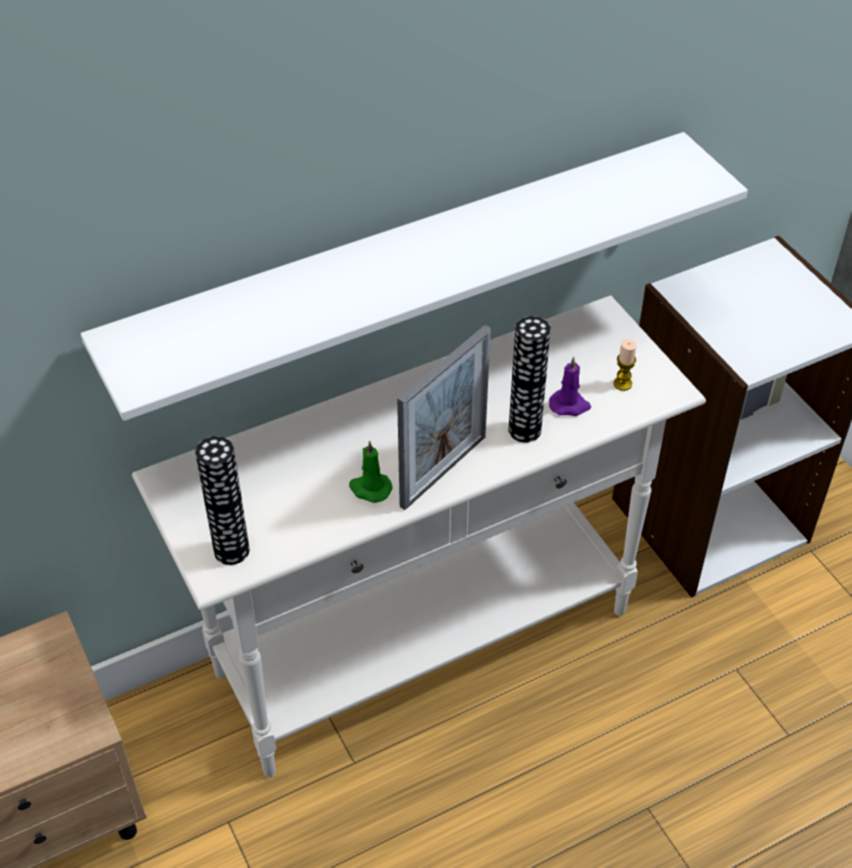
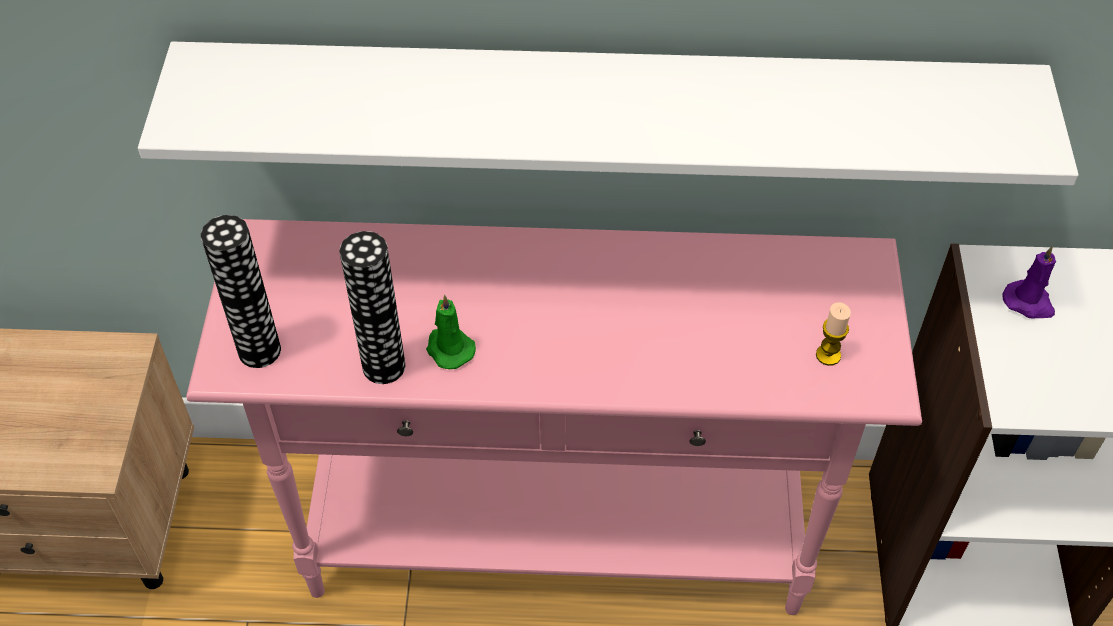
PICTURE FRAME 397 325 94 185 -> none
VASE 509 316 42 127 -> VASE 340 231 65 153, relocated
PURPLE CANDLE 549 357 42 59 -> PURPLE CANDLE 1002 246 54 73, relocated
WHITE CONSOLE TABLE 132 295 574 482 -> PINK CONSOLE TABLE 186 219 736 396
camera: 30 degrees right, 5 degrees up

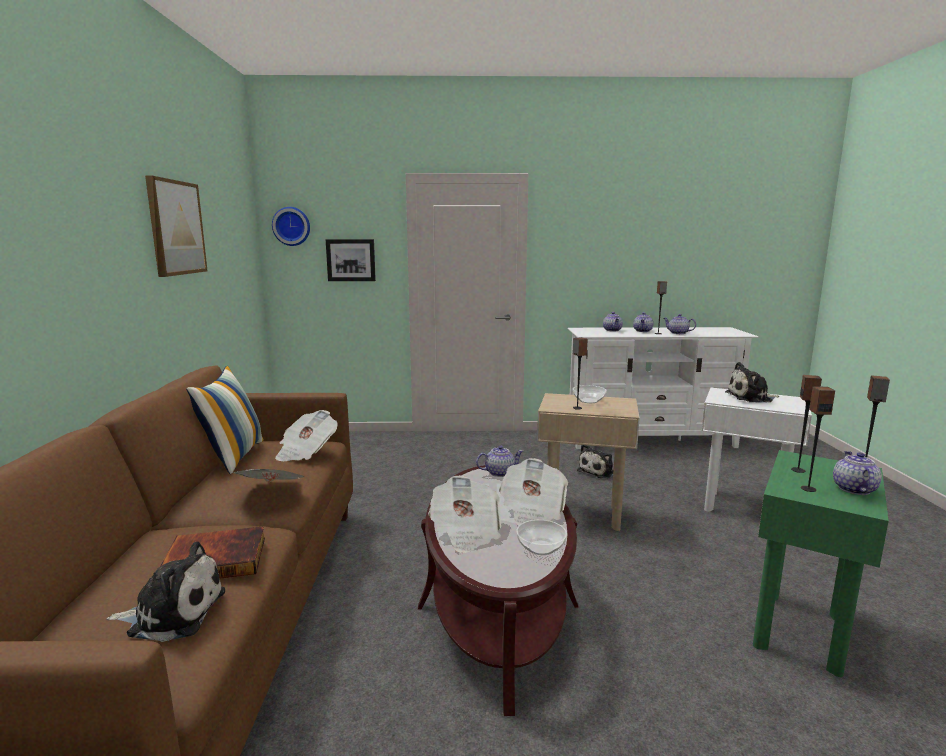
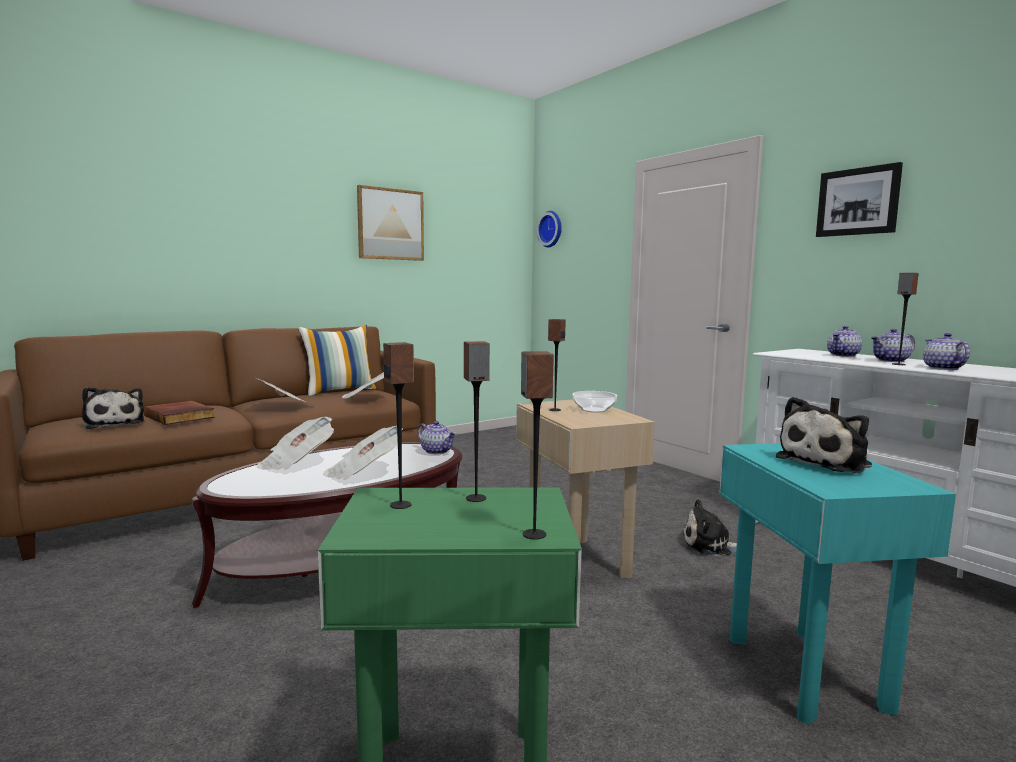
BOWL 516 520 51 35 -> none
TEAPOT 833 451 49 44 -> none
PICTURE 326 239 50 42 -> PICTURE 816 162 87 75, relocated
WHITE SIDE TABLE 702 388 110 124 -> TURQUOISE SIDE TABLE 719 443 237 280
PLUSH TOY 725 362 54 40 -> PLUSH TOY 776 397 96 76, 90 degrees counterclockwise
camera: 55 degrees right, 5 degrees down

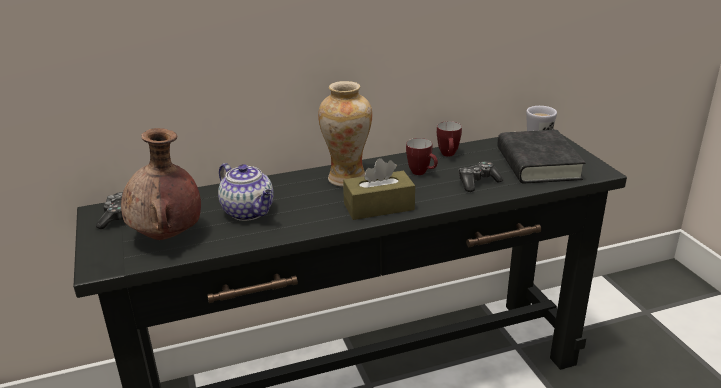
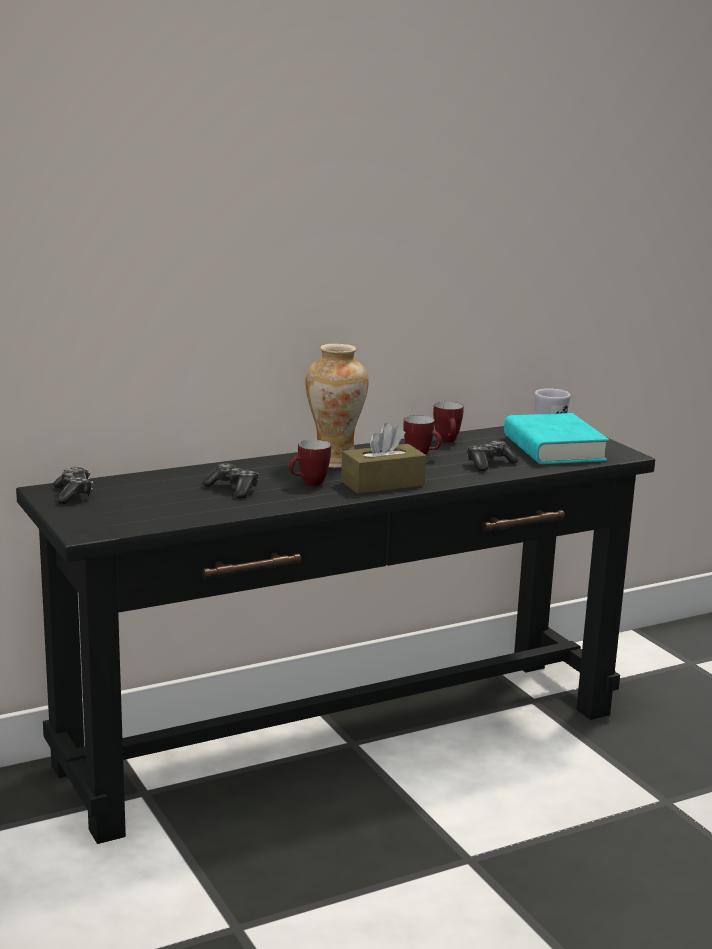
BROWN VASE 121 128 80 112 -> none
none -> MUG 289 440 42 46
TEAPOT 218 163 56 58 -> GAME CONTROLLER 202 463 57 35
BLACK BOOK 498 130 87 53 -> TURQUOISE BOOK 504 413 105 51
camera: 10 degrees left, 10 degrees down

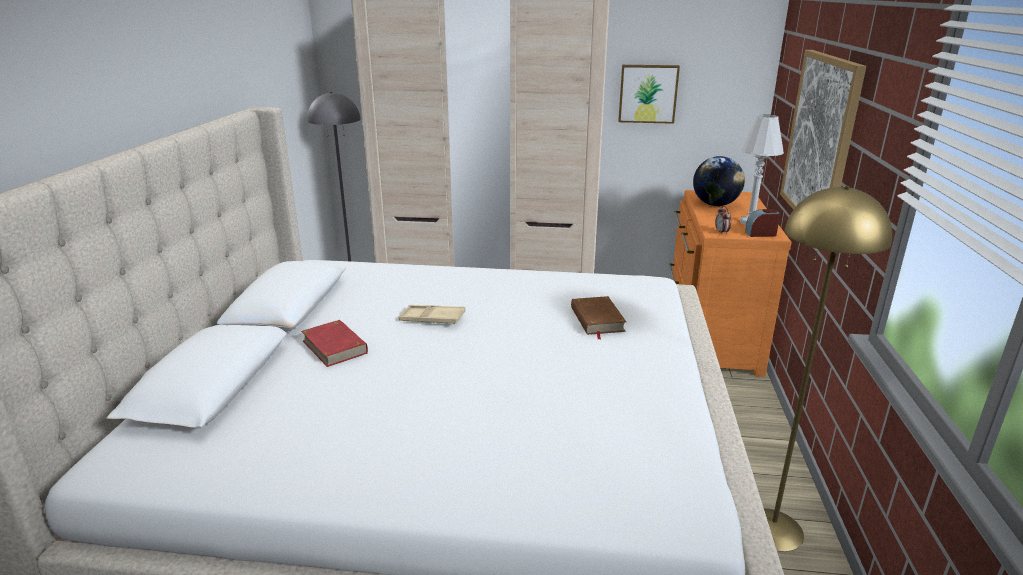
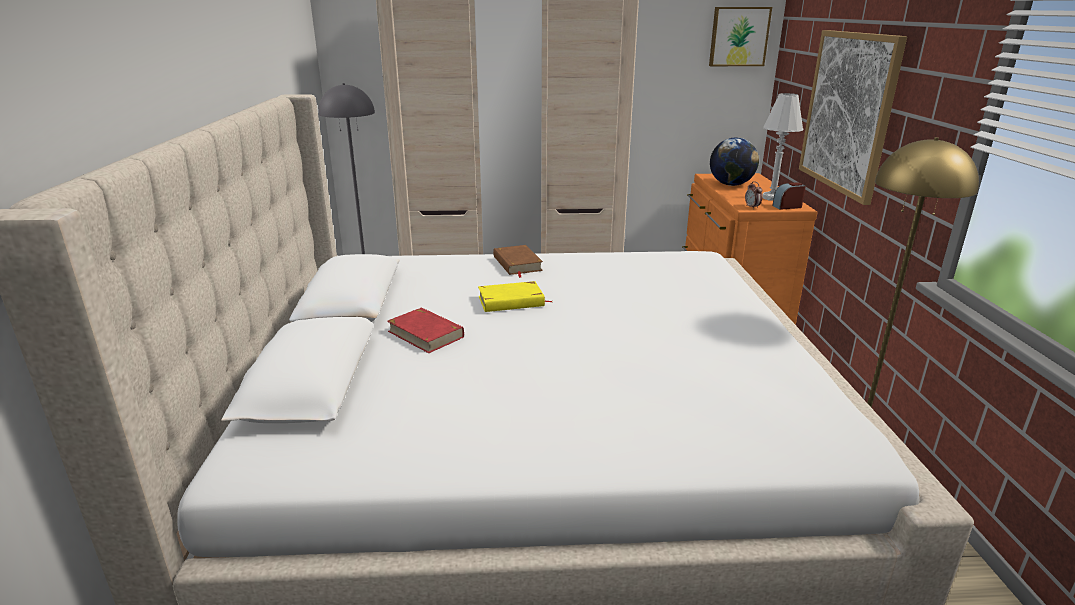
BROWN BOOK 571 296 55 43 -> BROWN BOOK 493 245 50 33, relocated
PICTURE 618 65 62 59 -> PICTURE 709 7 63 59, relocated
BEIGE TRAY 399 305 67 19 -> YELLOW BOOK 478 281 74 31
camera: 10 degrees left, 0 degrees up

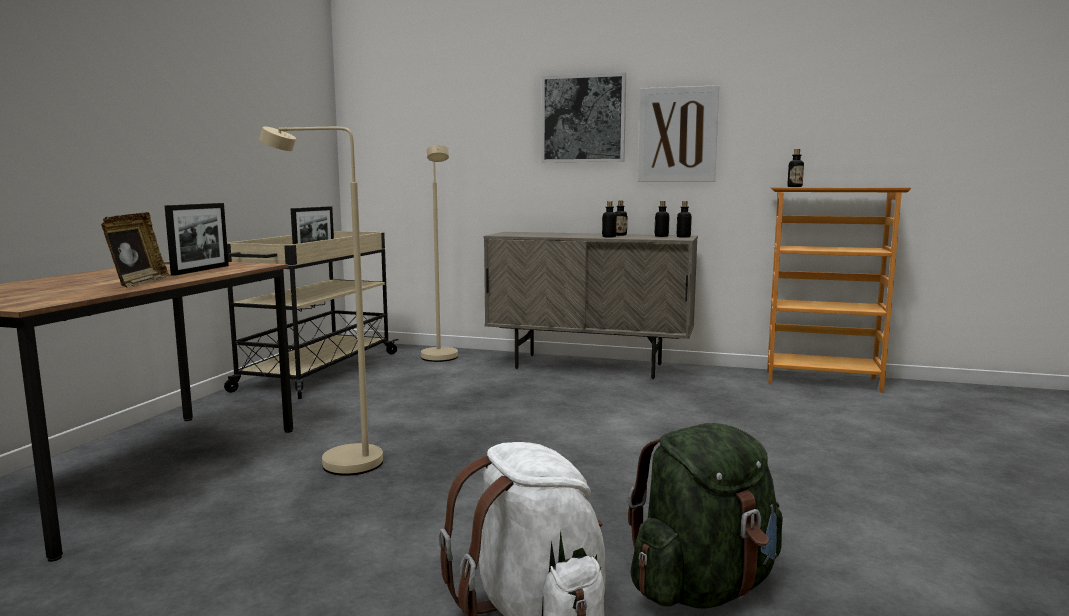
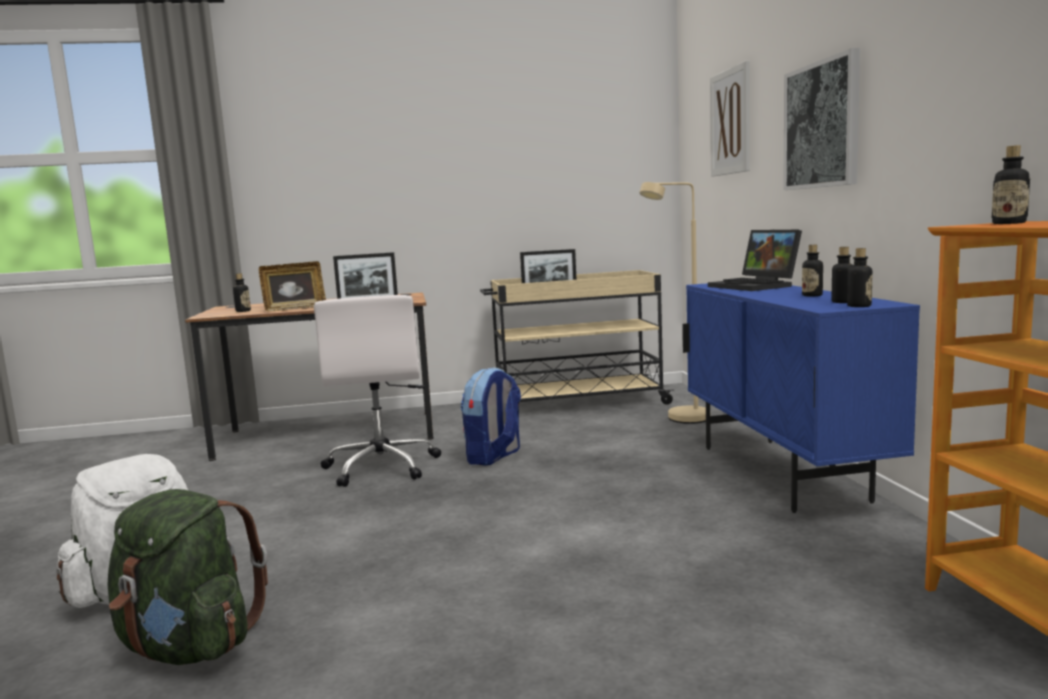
none -> BACKPACK 460 367 61 99
none -> LAPTOP 708 229 94 62
BOTTLE 602 201 15 37 -> BOTTLE 233 273 18 39, relocated
PICTURE 638 85 81 97 -> PICTURE 710 60 40 117, relocated
BEIGE FLOOR LAMP 259 126 124 350 -> WHITE OFFICE CHAIR 314 295 127 192
BEIGE CABINET 484 232 214 147 -> BLUE CABINET 683 283 237 230
camera: 65 degrees right, 0 degrees up

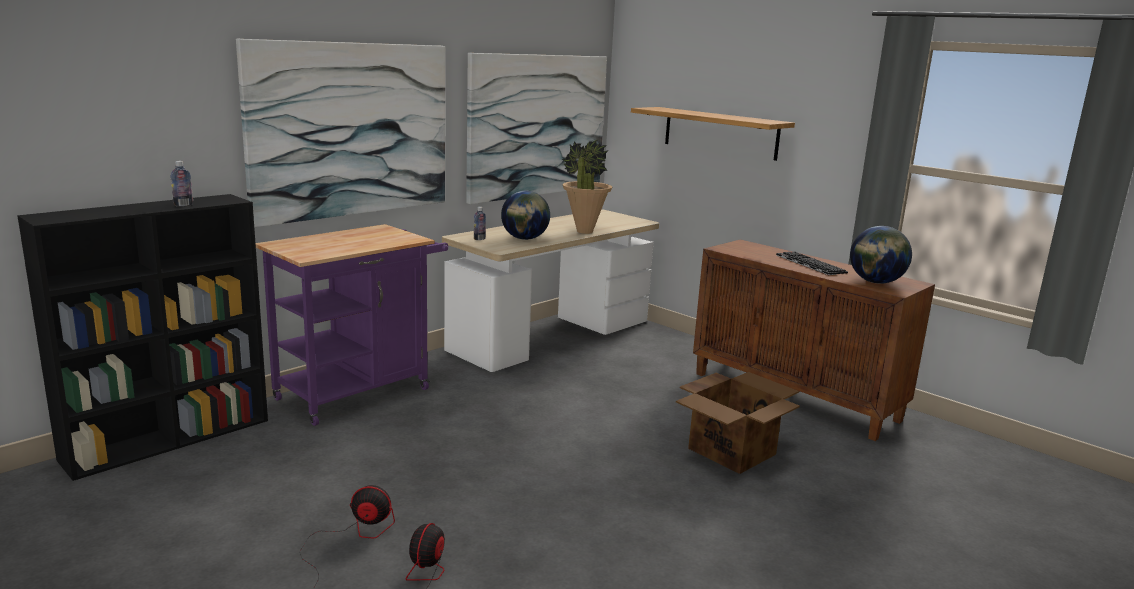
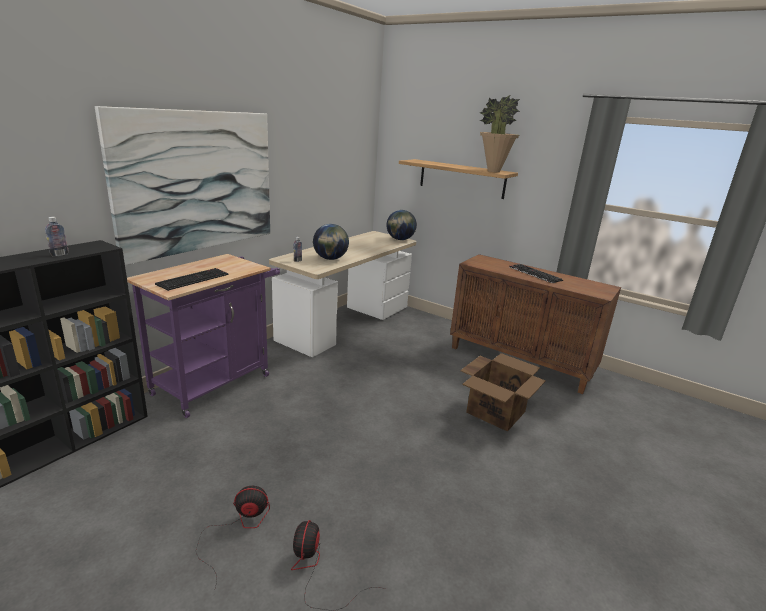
PICTURE 466 53 141 151 -> none
none -> KEYBOARD 155 268 74 23
POTTED PLANT 562 139 50 95 -> POTTED PLANT 480 95 40 77, relocated
GLOBE 850 226 62 58 -> GLOBE 387 210 30 30, relocated
camera: 10 degrees left, 5 degrees up

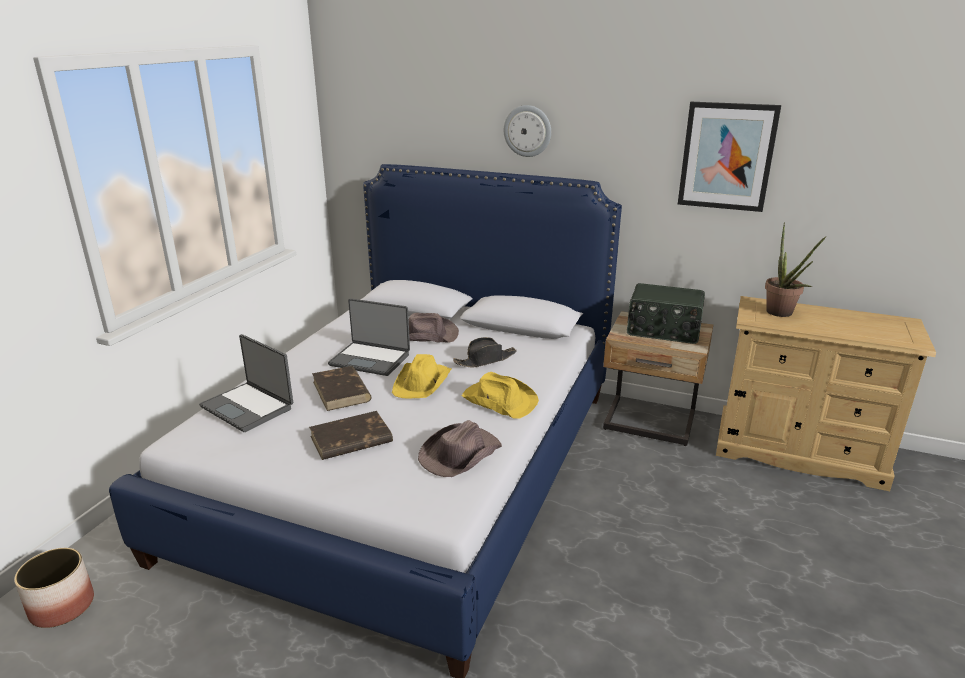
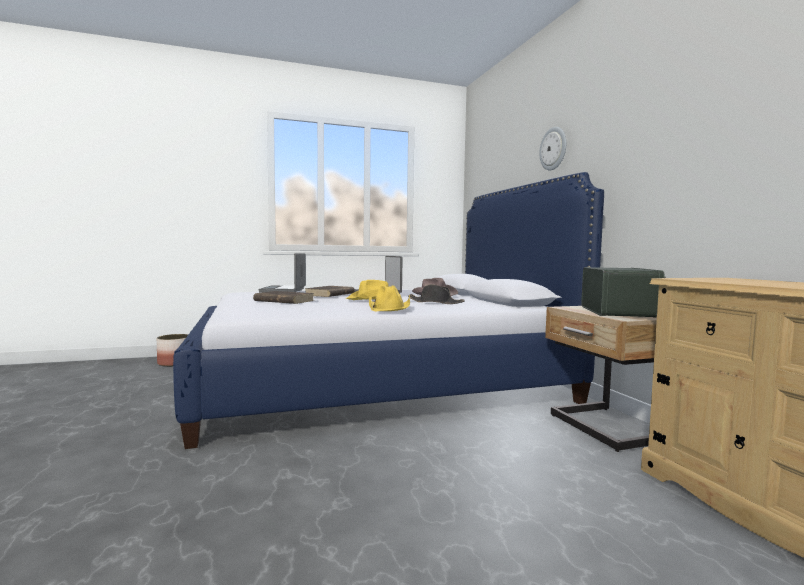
BROWN HAT 418 420 84 57 -> none
PICTURE 678 102 103 110 -> none
POTTED PLANT 765 222 61 95 -> none
RADIO 627 283 78 61 -> RADIO 581 267 85 51, 150 degrees counterclockwise
camera: 50 degrees right, 20 degrees down

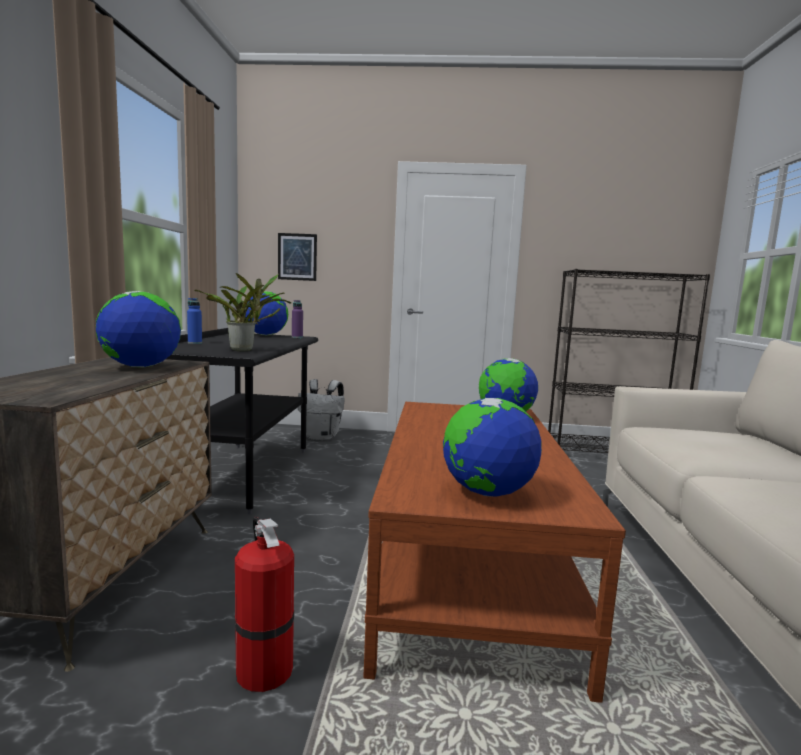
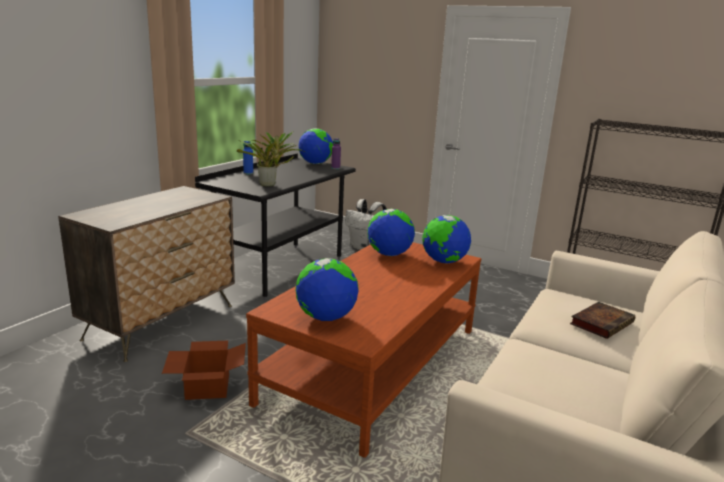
PICTURE 278 233 39 48 -> none
none -> BOOK 570 302 65 37
GLOBE 96 291 85 77 -> GLOBE 367 209 48 47, relocated
FIRE EXTINGUISHER 235 517 59 175 -> CARDBOARD BOX 162 341 84 59
camera: 25 degrees right, 10 degrees up

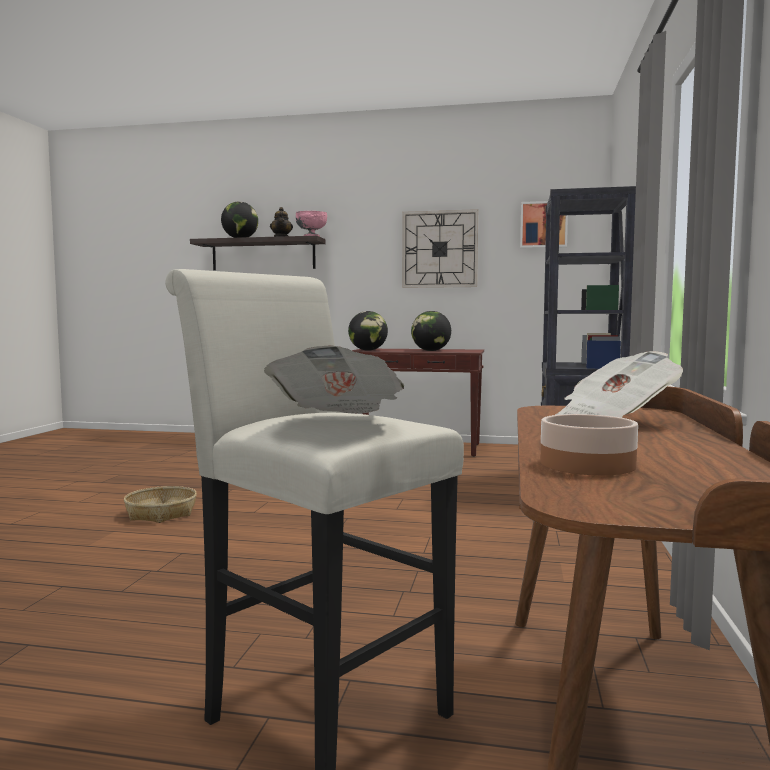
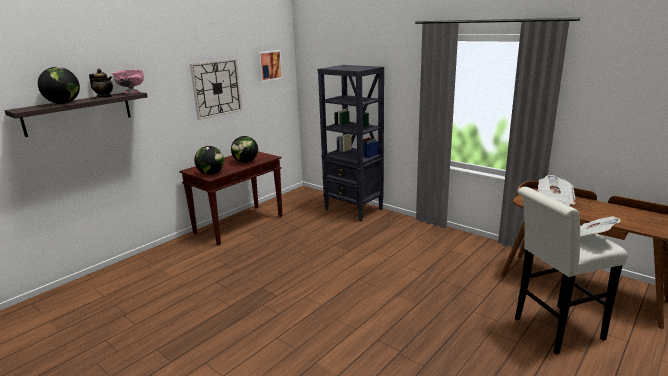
BASKET 124 486 73 37 -> none
BOWL 540 414 98 61 -> none
camera: 60 degrees left, 15 degrees up

